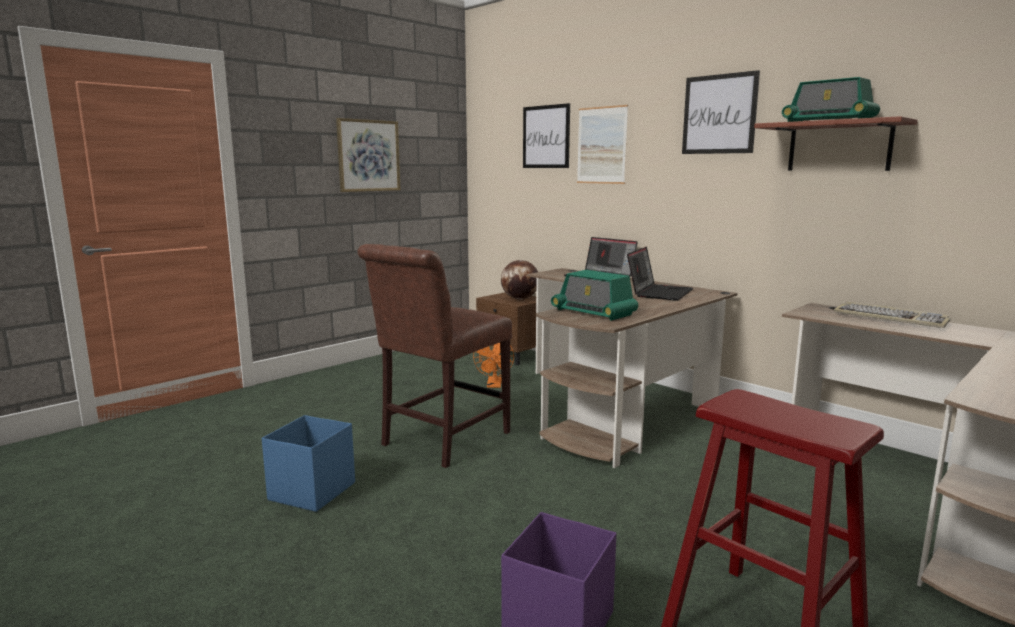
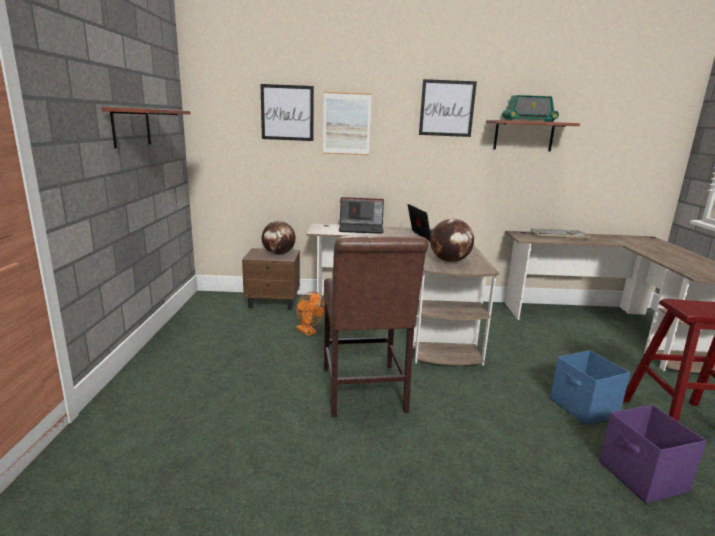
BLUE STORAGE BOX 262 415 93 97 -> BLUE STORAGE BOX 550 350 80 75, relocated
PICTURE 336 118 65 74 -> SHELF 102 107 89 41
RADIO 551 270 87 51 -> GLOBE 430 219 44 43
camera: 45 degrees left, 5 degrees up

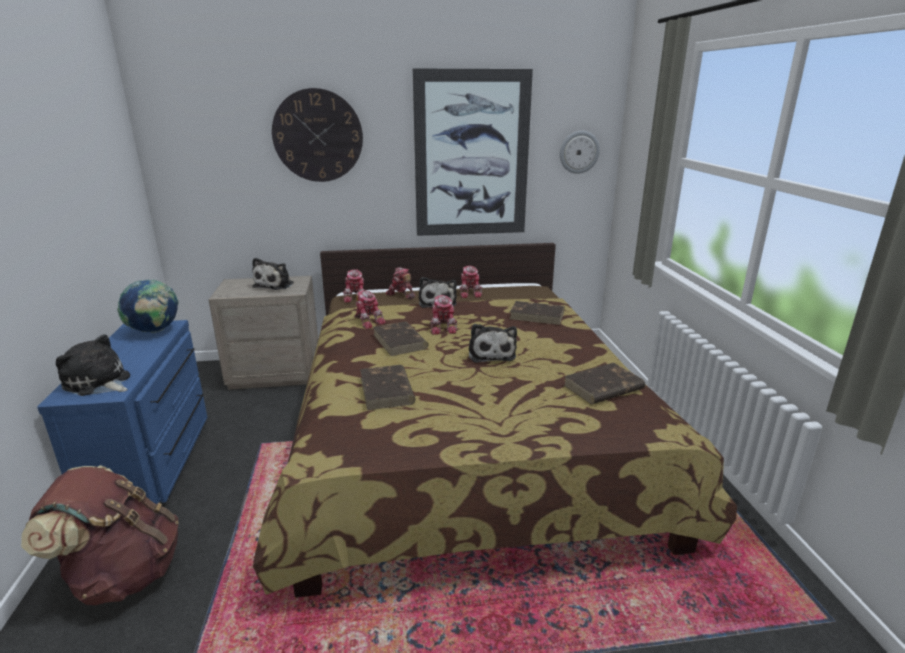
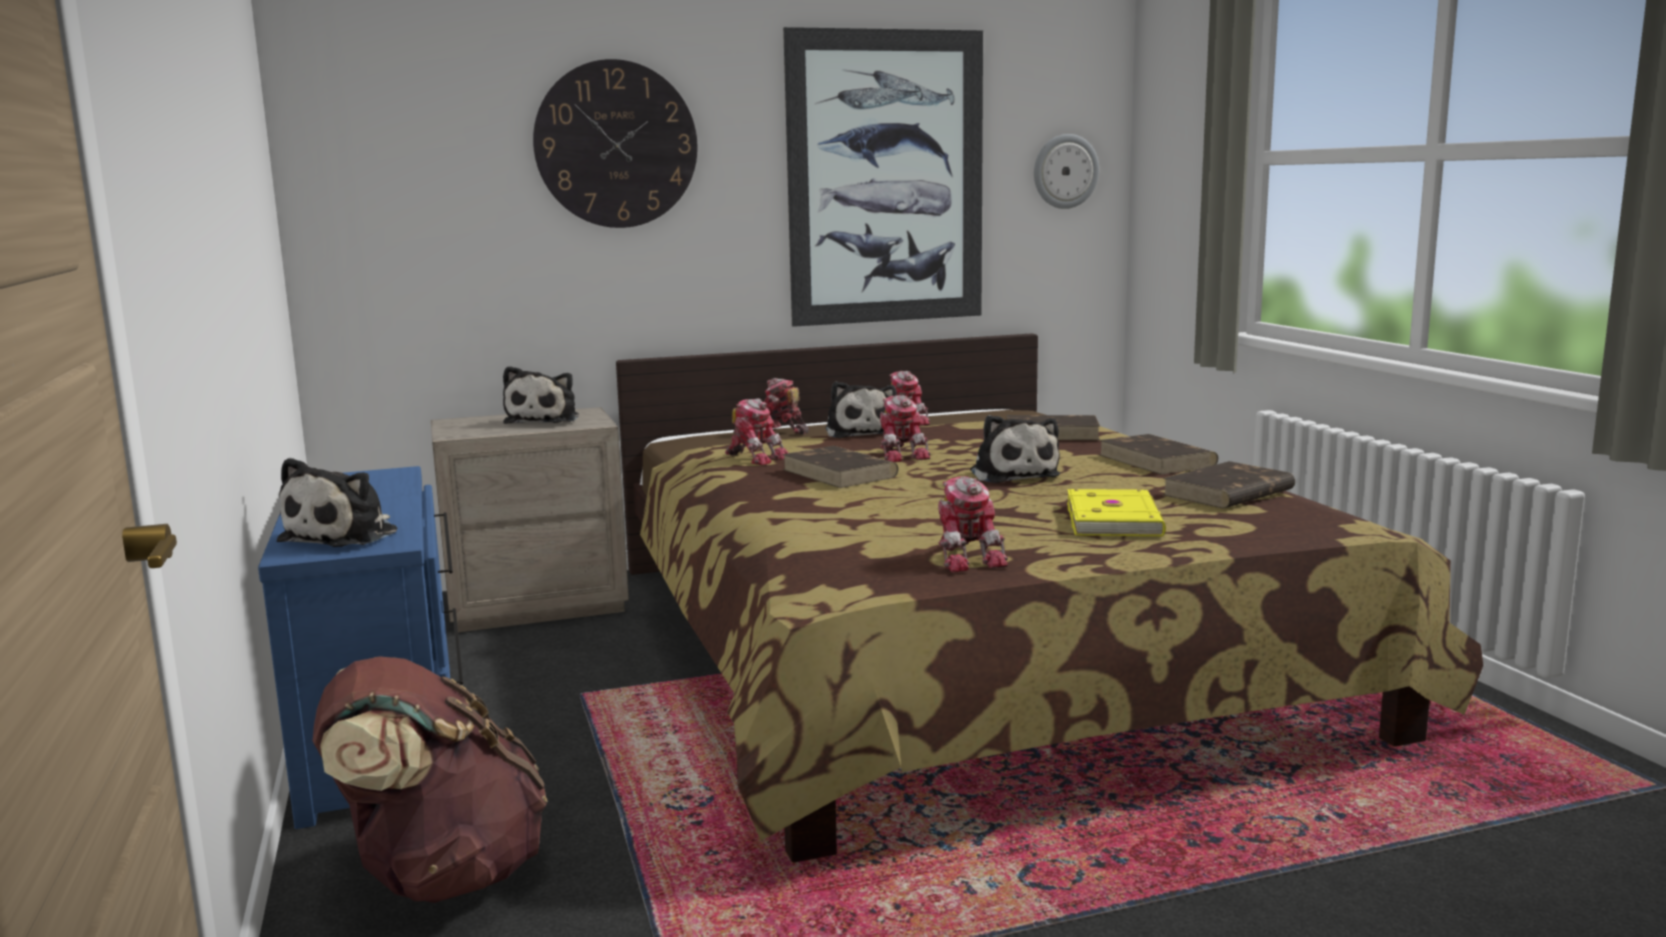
GLOBE 117 280 62 53 -> none
none -> YELLOW BOOK 1067 489 99 47
TOY ROBOT 343 269 22 33 -> TOY ROBOT 938 476 70 97, relocated
BROWN BOOK 360 365 55 45 -> BROWN BOOK 1099 434 119 41, relocated
PLUSH TOY 56 334 74 62 -> PLUSH TOY 277 458 120 89, 90 degrees counterclockwise
camera: 10 degrees left, 10 degrees down

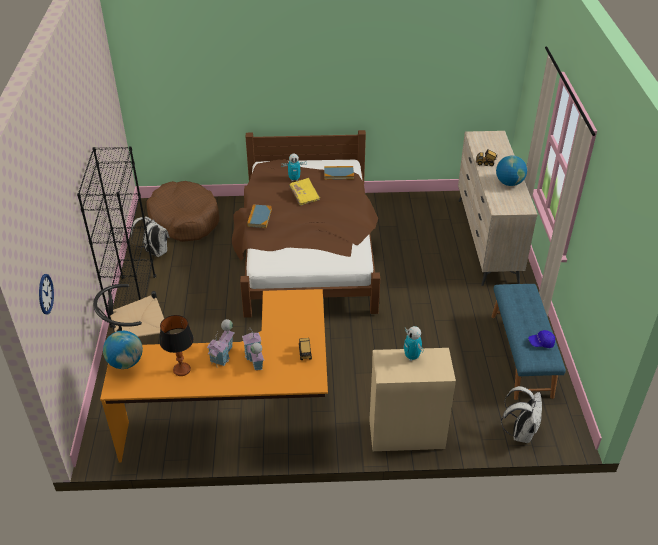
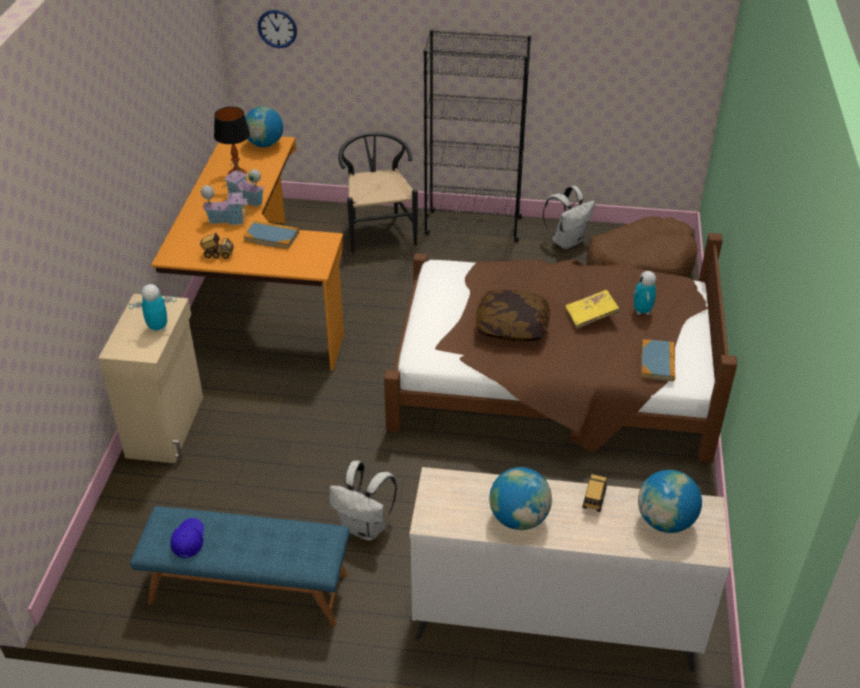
none -> PILLOW 476 290 74 51
none -> GLOBE 638 470 64 63
BOOK 247 205 25 23 -> BOOK 243 220 56 29, relocated
WHITE BACKPACK 501 386 41 57 -> WHITE BACKPACK 329 461 68 80, relocated
camera: 100 degrees right, 0 degrees up

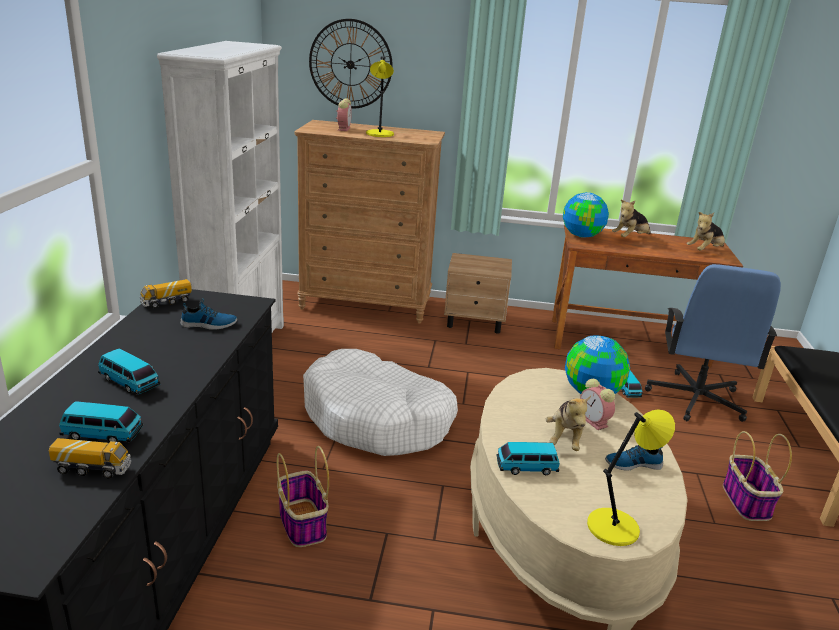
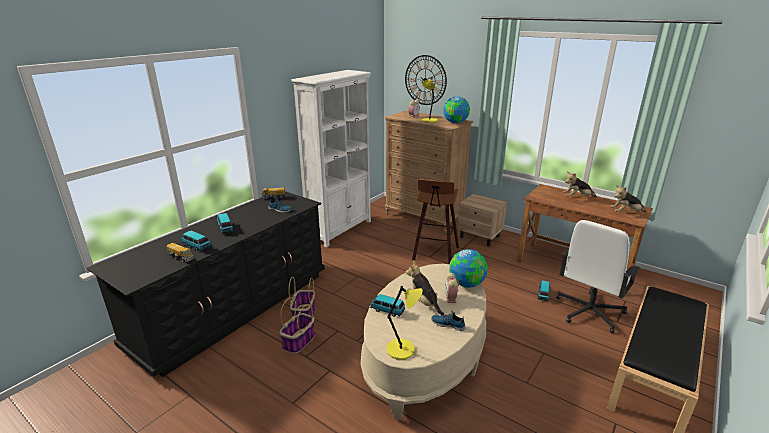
WHITE DOG BED 303 349 155 107 -> none
none -> STOOL 412 179 47 85
GLOBE 563 192 46 46 -> GLOBE 443 96 27 28, relocated
BASKET 723 431 69 90 -> BASKET 279 297 36 57, relocated
BLUE OFFICE CHAIR 645 264 136 158 -> WHITE OFFICE CHAIR 556 220 84 113
PLUSH TOY 546 396 45 55 -> PLUSH TOY 406 261 38 55, 105 degrees clockwise
camera: 30 degrees right, 0 degrees up

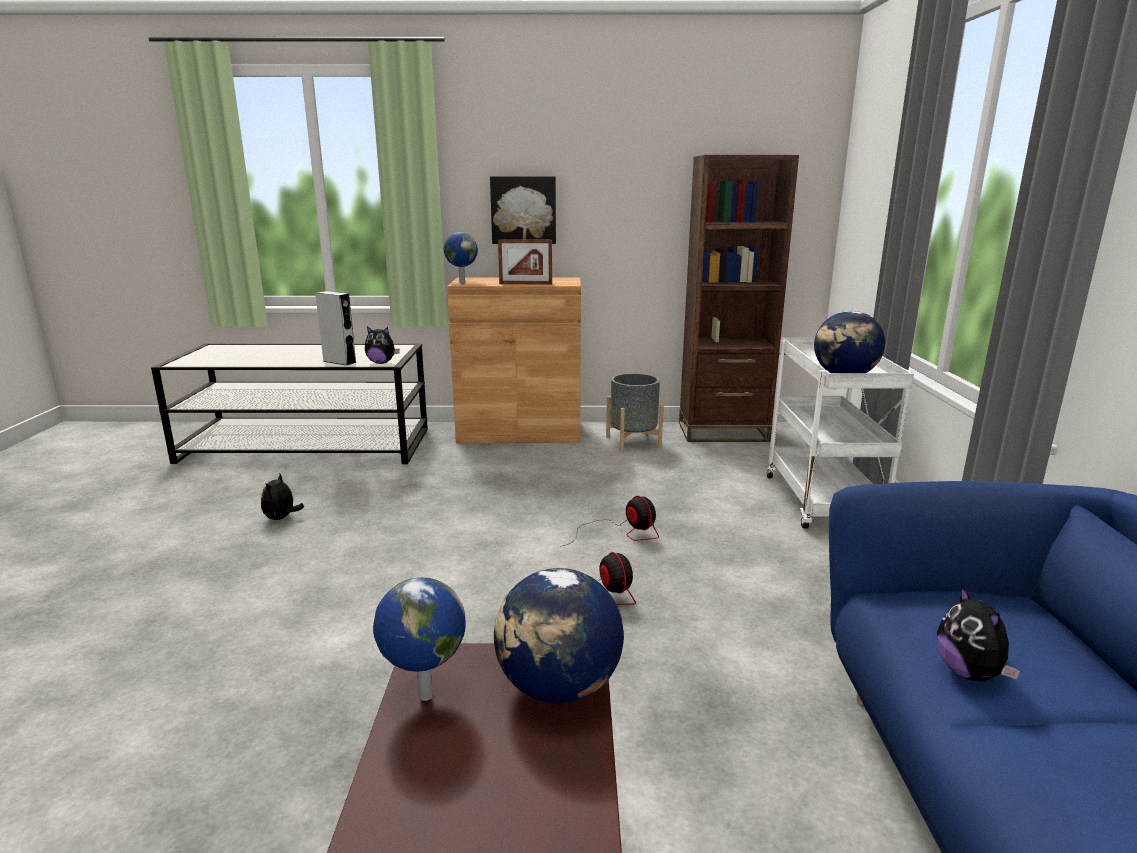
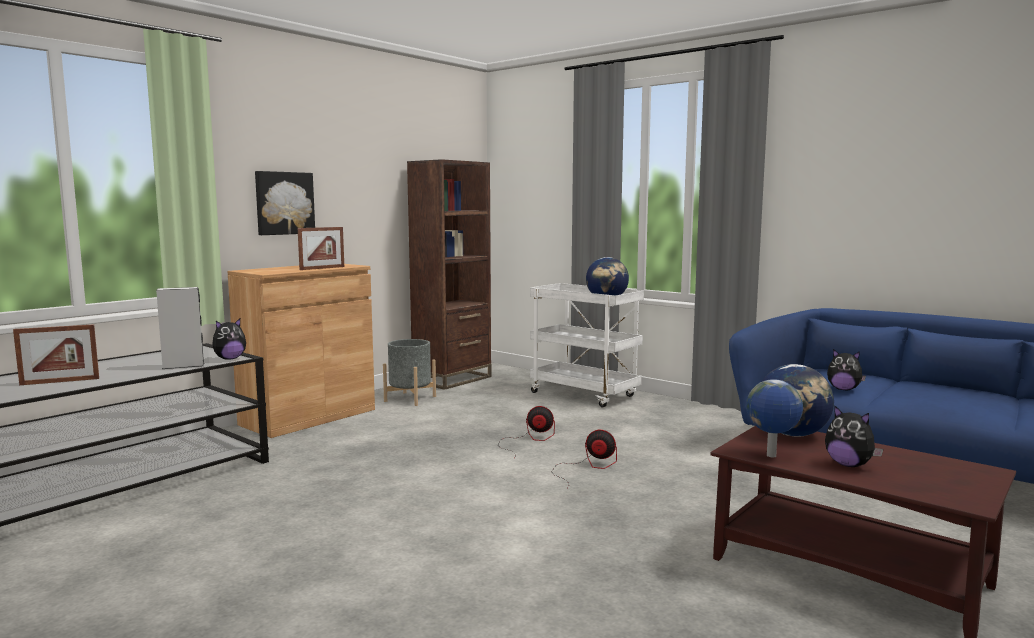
GLOBE 444 232 34 51 -> none
none -> PICTURE FRAME 13 324 86 61
PLUSH TOY 261 474 43 46 -> PLUSH TOY 825 405 58 62, relocated
camera: 50 degrees left, 10 degrees down

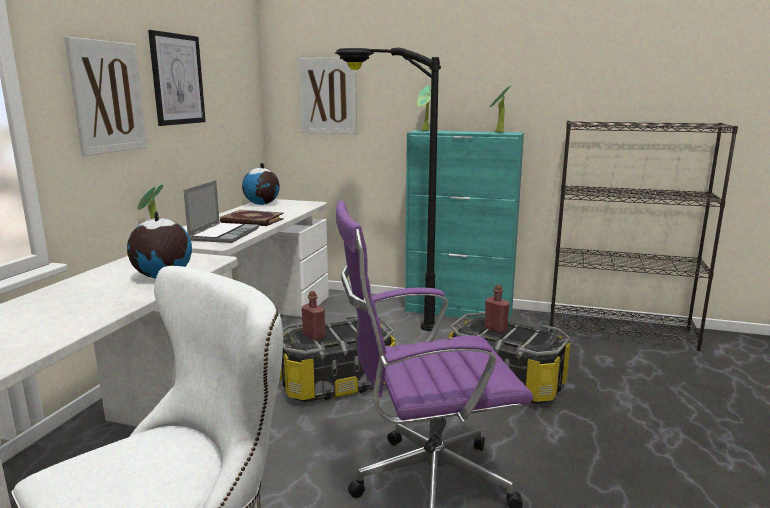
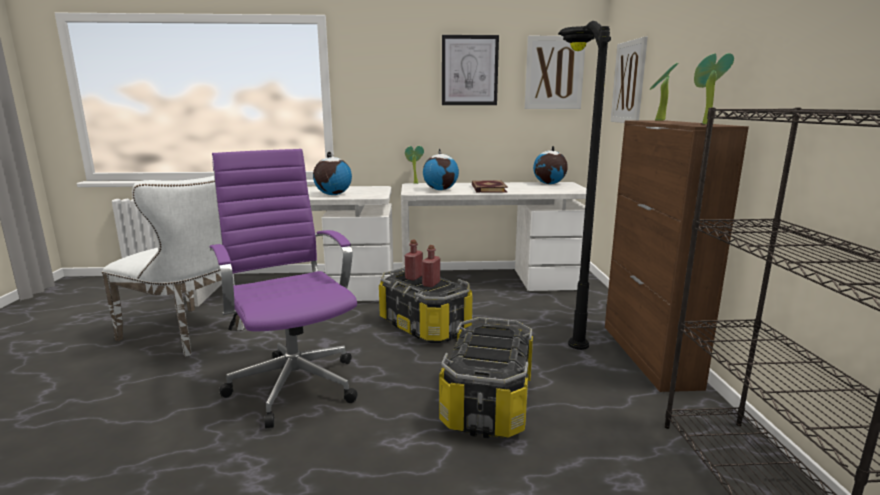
PICTURE 65 37 82 119 -> PICTURE 525 36 60 73, relocated
RED BOTTLE 485 285 25 48 -> RED BOTTLE 422 245 18 42, relocated
LAPTOP 183 180 76 63 -> GLOBE 423 149 36 41
TURQUOISE CABINET 405 130 119 192 -> BROWN CABINET 605 120 144 272
camera: 70 degrees right, 0 degrees up

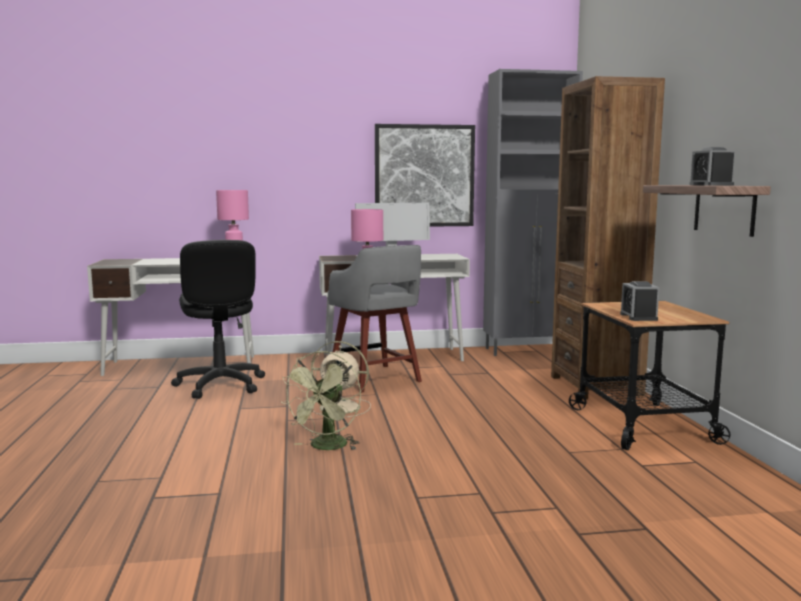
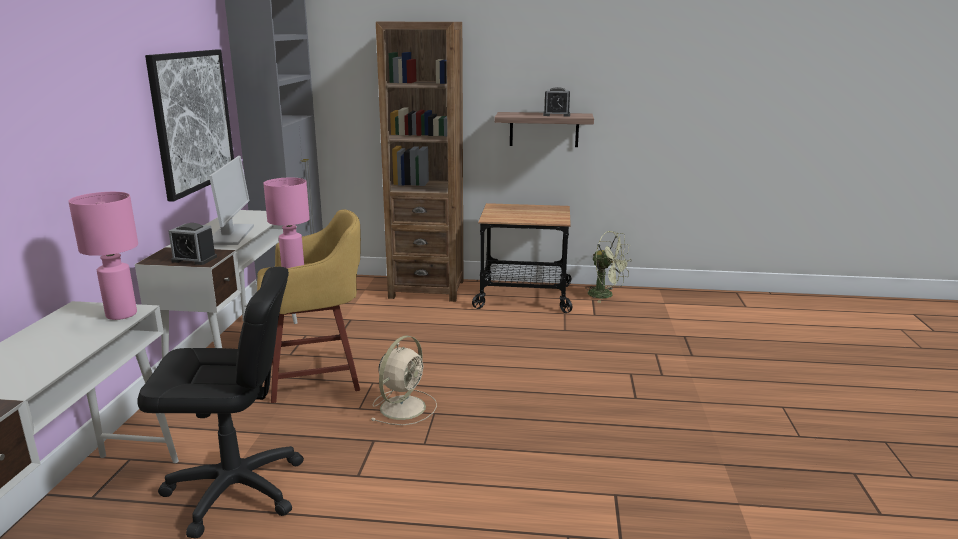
GREEN FAN 282 351 79 99 -> GREEN FAN 585 231 45 72, relocated
ALARM CLOCK 620 281 39 40 -> ALARM CLOCK 169 223 48 42, relocated
GREY STOOL 328 245 94 148 -> YELLOW STOOL 257 209 104 194
camera: 75 degrees left, 10 degrees up

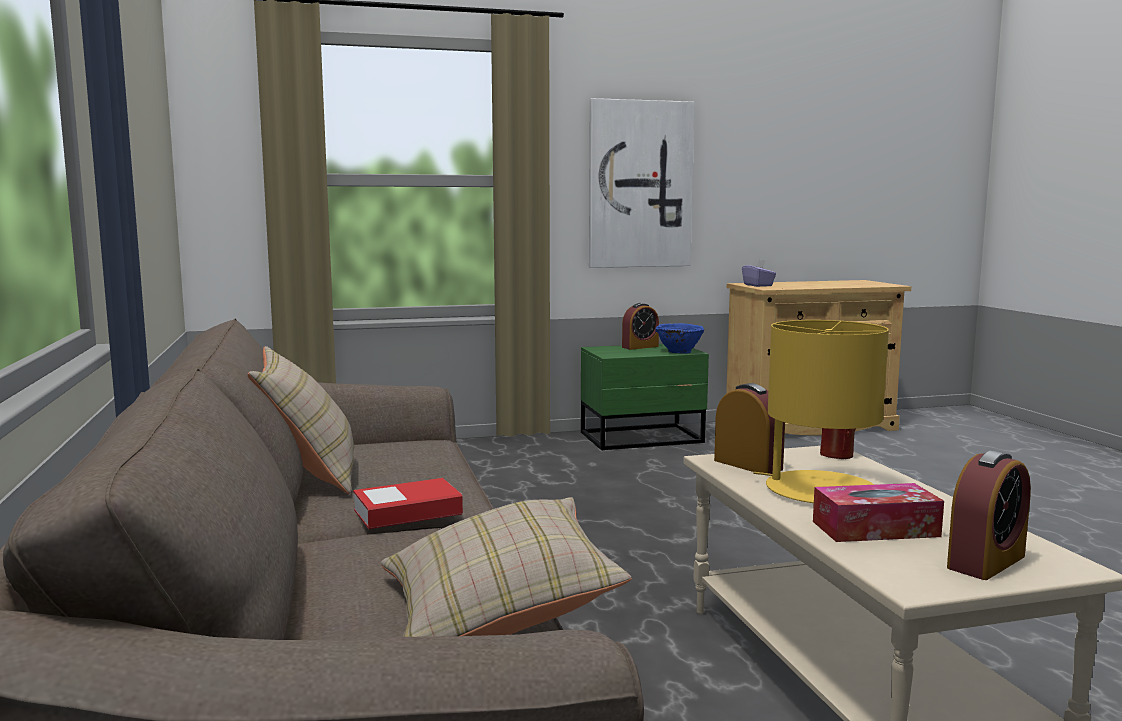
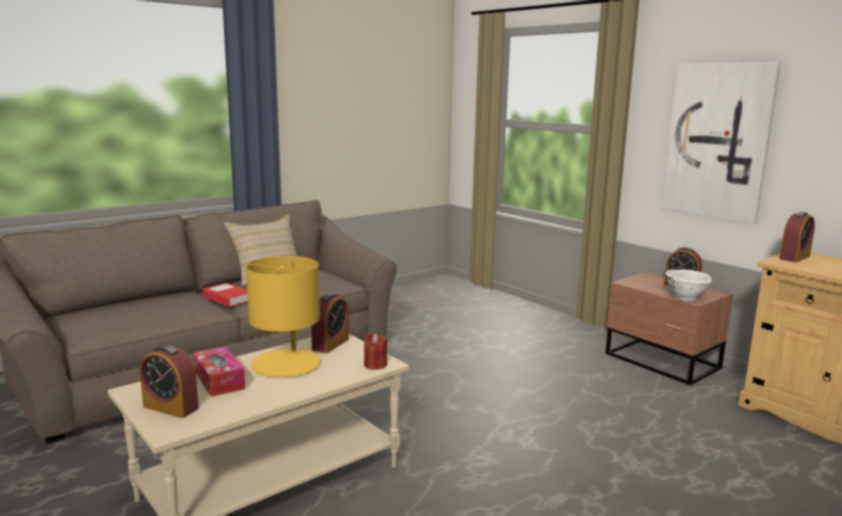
BEIGE PILLOW 381 497 251 140 -> none
PURPLE TISSUE BOX 742 259 34 28 -> ALARM CLOCK 779 212 36 50
GREEN NIGHTSTAND 581 344 128 106 -> BROWN NIGHTSTAND 605 272 128 113
BLUE BOWL 655 323 49 31 -> WHITE BOWL 665 269 47 32
camera: 65 degrees right, 5 degrees up

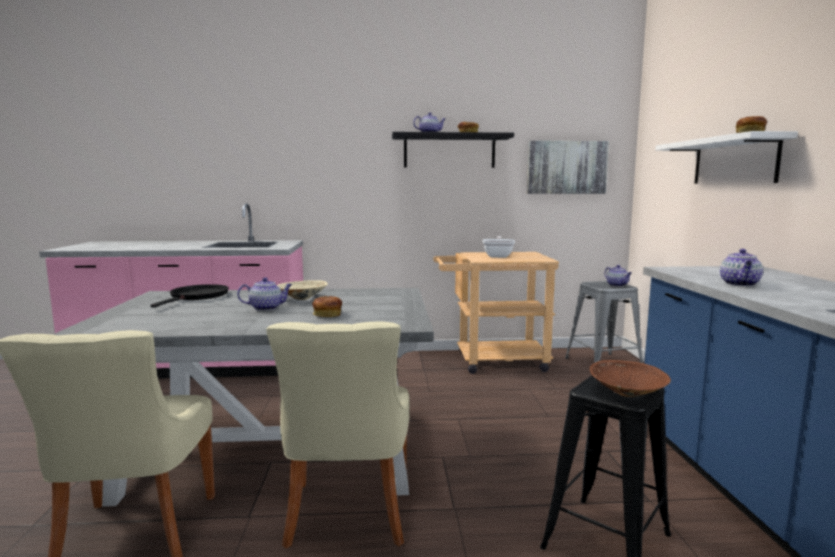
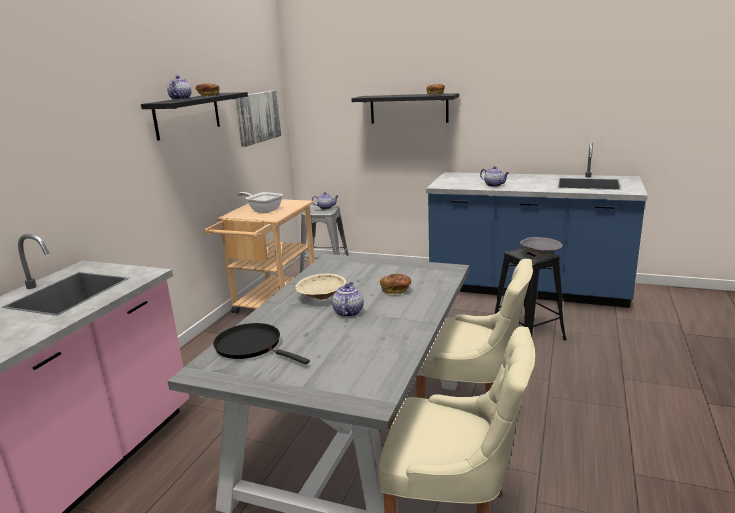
BROWN BOWL 590 360 81 37 -> GREY BOWL 520 237 43 18
WHITE SHELF 655 131 143 53 -> BLACK SHELF 351 93 108 31
camera: 65 degrees left, 10 degrees up

